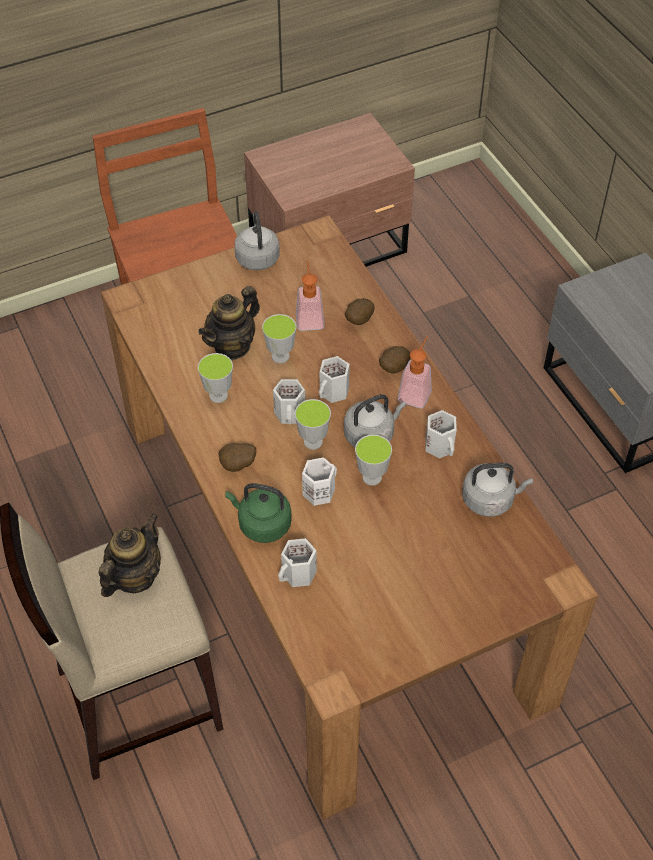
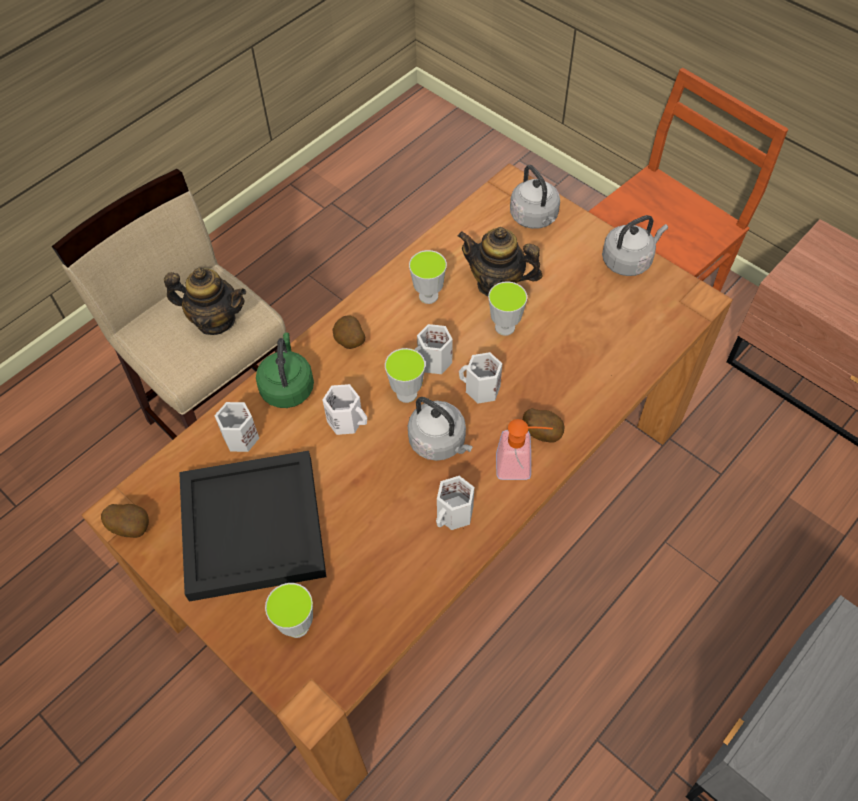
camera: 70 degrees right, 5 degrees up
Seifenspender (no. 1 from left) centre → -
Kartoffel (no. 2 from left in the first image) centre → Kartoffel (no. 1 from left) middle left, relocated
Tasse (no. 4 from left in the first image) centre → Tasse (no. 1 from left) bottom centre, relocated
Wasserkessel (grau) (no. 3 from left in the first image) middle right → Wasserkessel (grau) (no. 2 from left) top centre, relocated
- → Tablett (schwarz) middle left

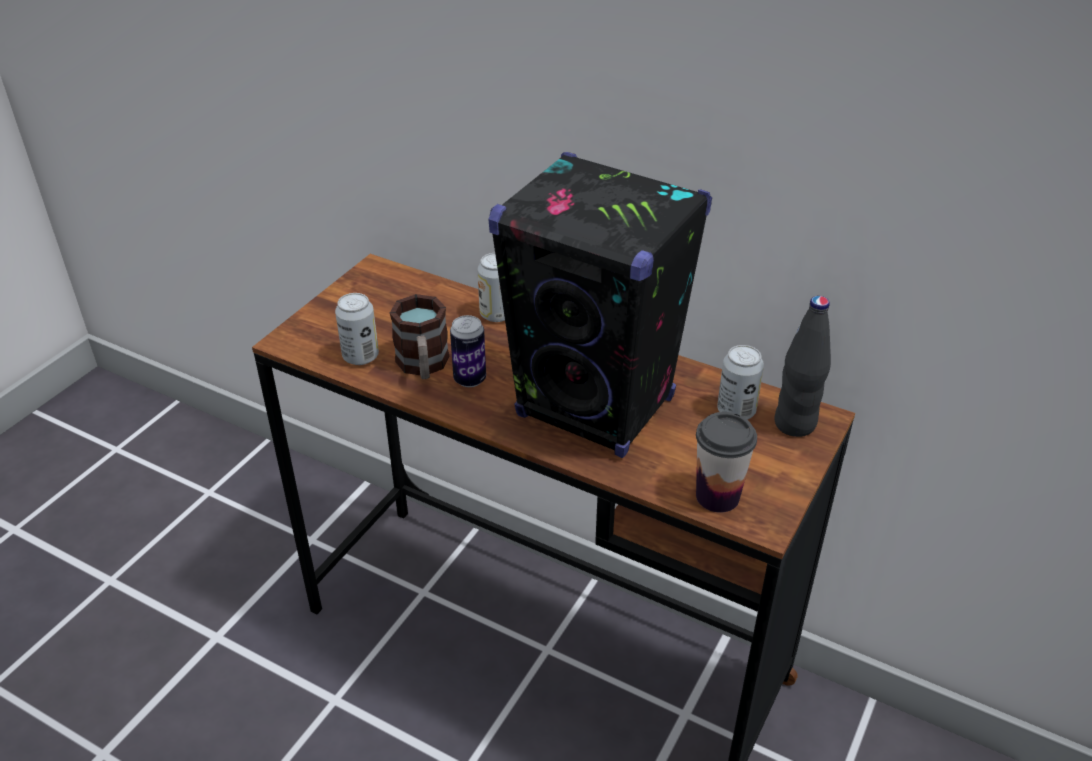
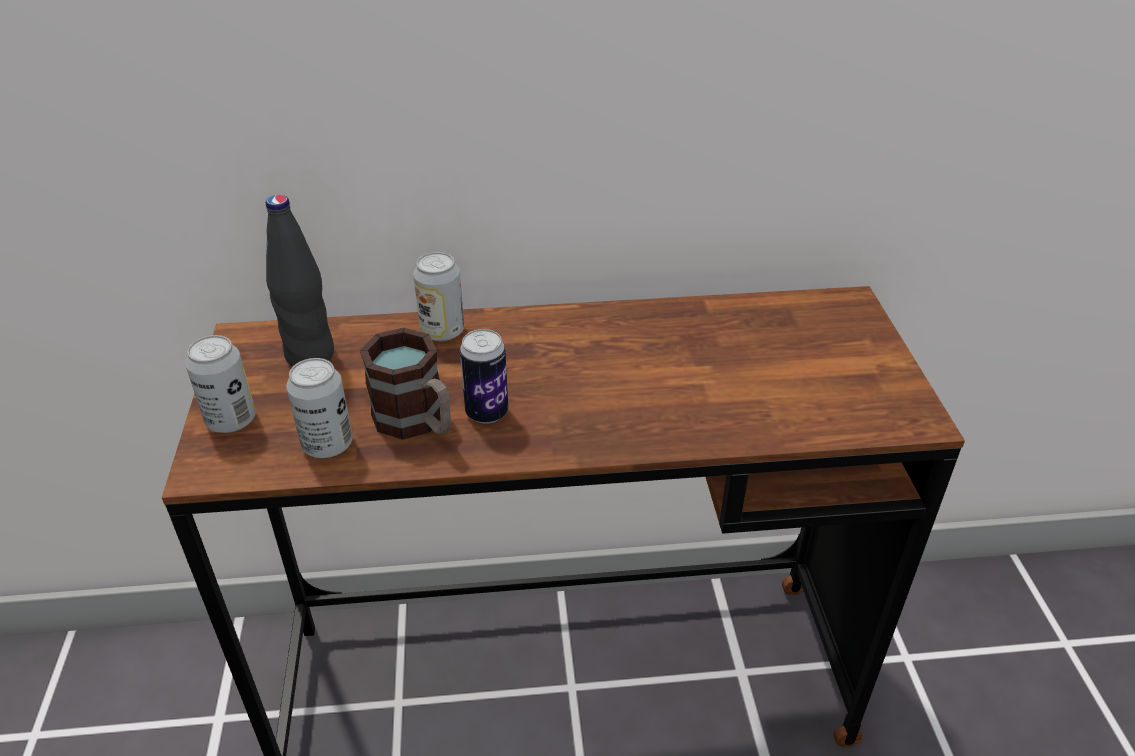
camera: 35 degrees left, 0 degrees up
Lautsprecher (schwarz) centre → -
Flasche (schwarz) middle right → Flasche (schwarz) middle left, relocated
Dose (no. 4 from left in the first image) middle right → Dose (no. 1 from left) middle left, relocated
Tasse centre → -

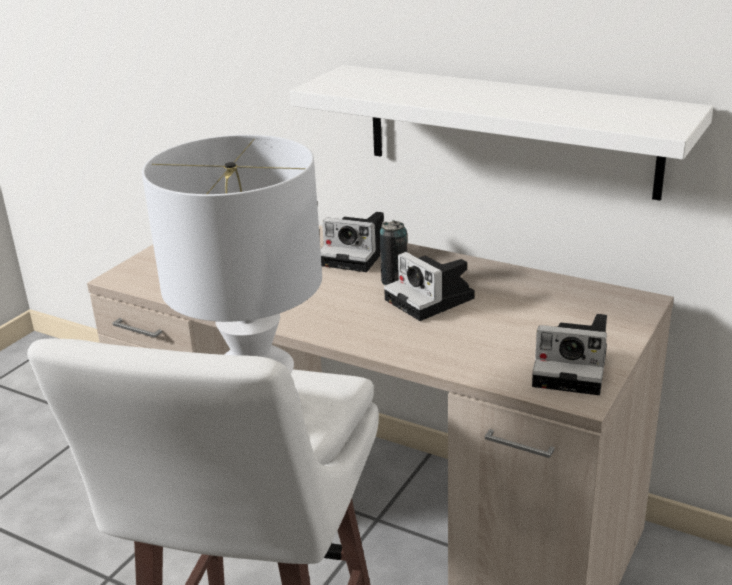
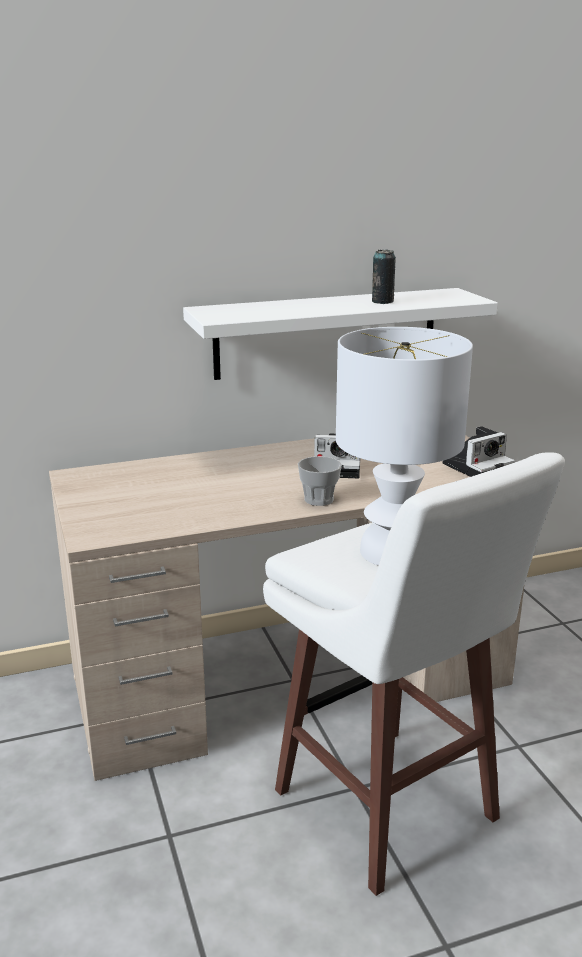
camera: 50 degrees left, 5 degrees down
Kamera (no. 1 from left) centre → -
Dose centre → Dose top centre, relocated
- → Tasse centre

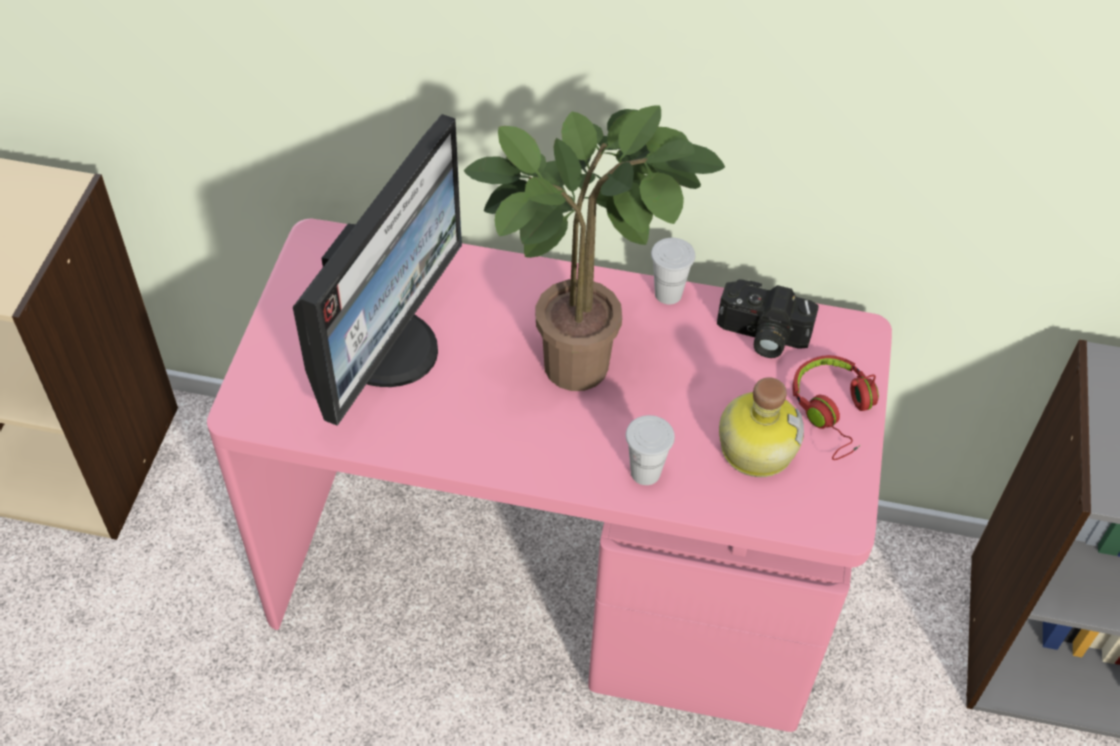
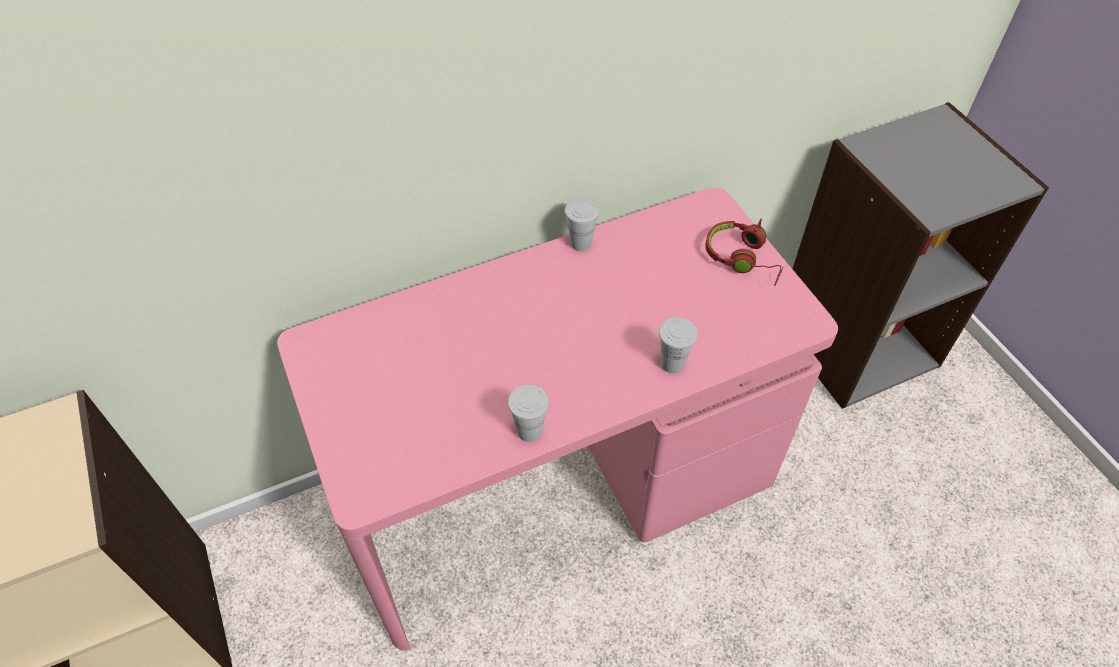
camera: 35 degrees left, 0 degrees up
Topfpflanze top centre → -
Monitor centre → -
Kamera middle right → -
Flasche middle right → -
- → Tasse (weiß) (no. 1 from left) centre

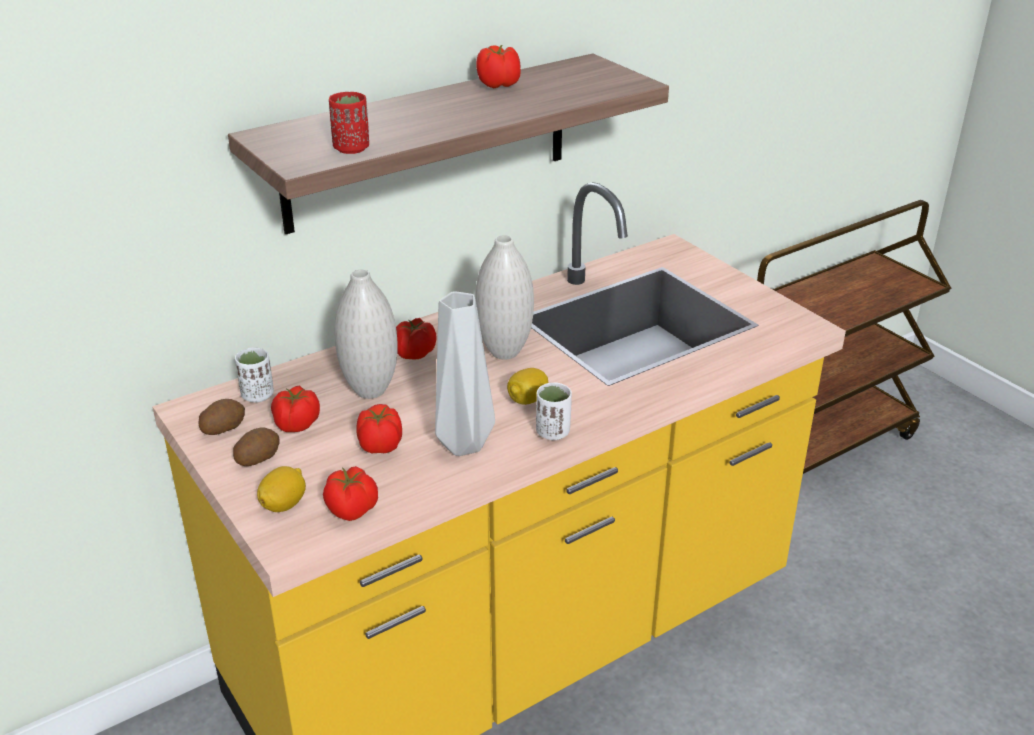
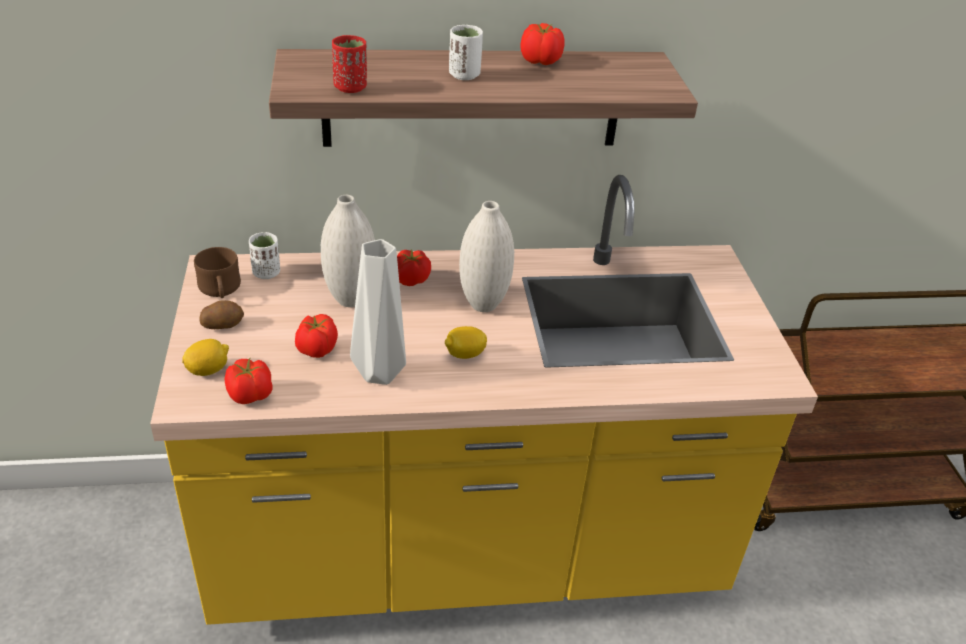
camera: 25 degrees right, 5 degrees up
Tasse (weiß) (no. 2 from left) centre → Tasse (weiß) (no. 2 from left) top centre, relocated
Tomate (no. 1 from left) middle left → -
Kartoffel (no. 1 from left) middle left → Henkelbecher (braun) middle left

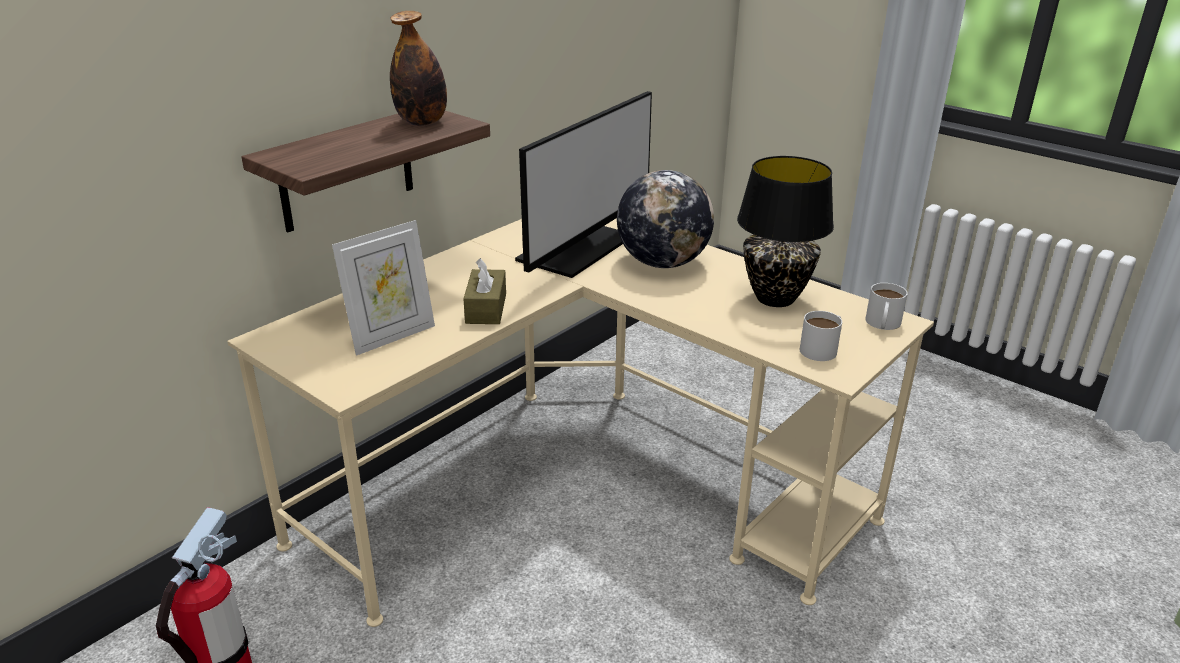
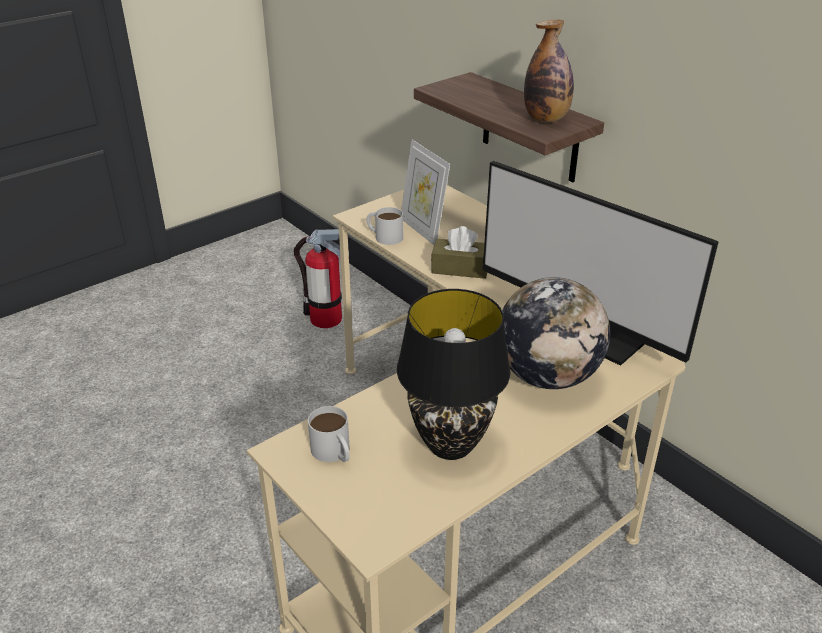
camera: 100 degrees right, 5 degrees up
Henkelbecher (weiß) (no. 2 from left) middle right → Henkelbecher (weiß) (no. 2 from left) centre, relocated

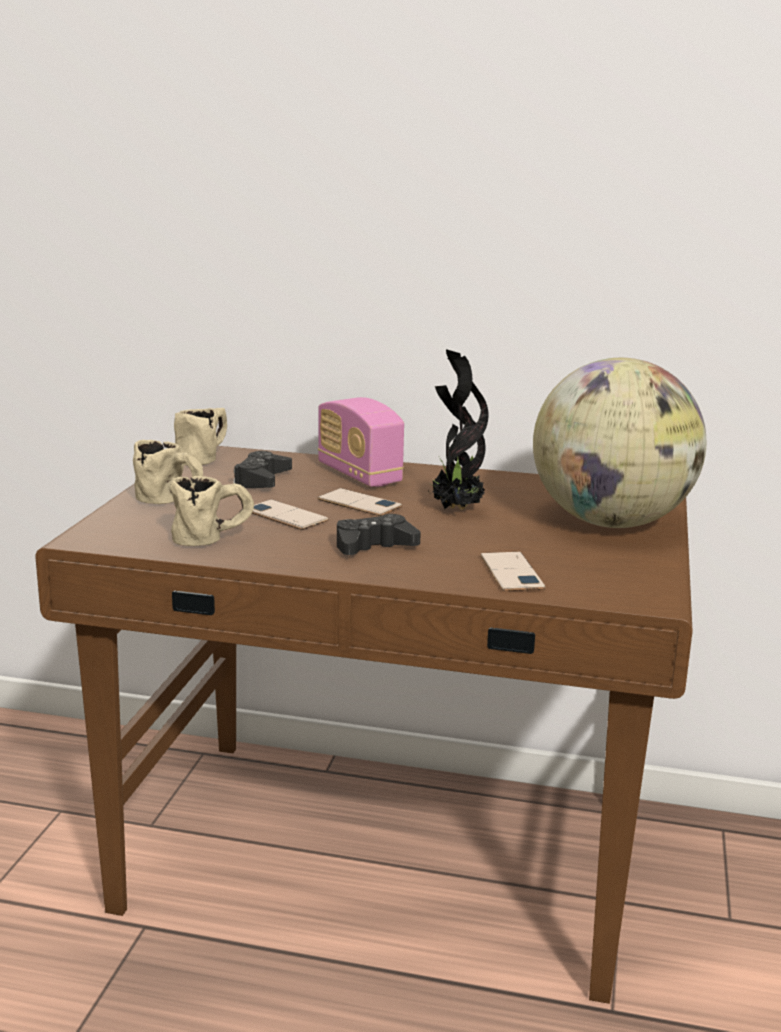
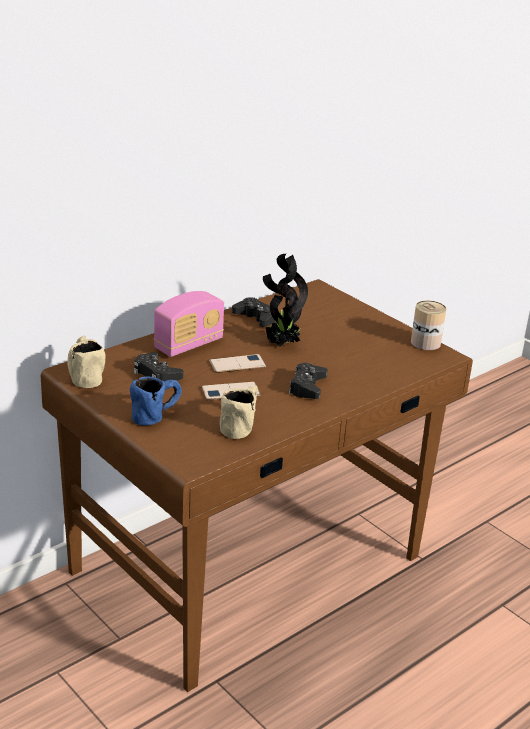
camera: 55 degrees left, 10 degrees up
Globus middle right → -
Radio centre, 45 degrees counterclockwise
Henkelbecher (beige) (no. 1 from left) middle left → Henkelbecher (blau) middle left
Handy (no. 3 from left) centre → -
- → Gamepad (schwarz) (no. 2 from left) centre
- → Dose middle right

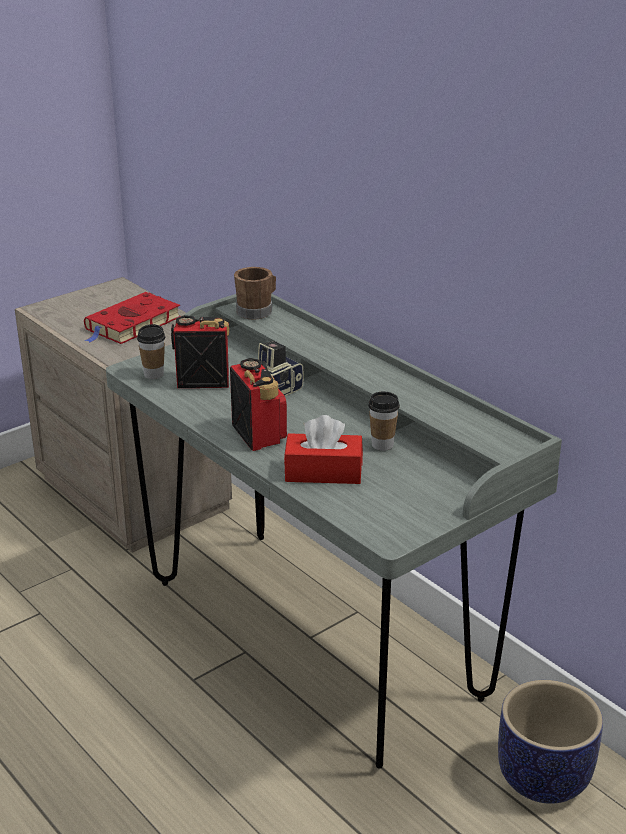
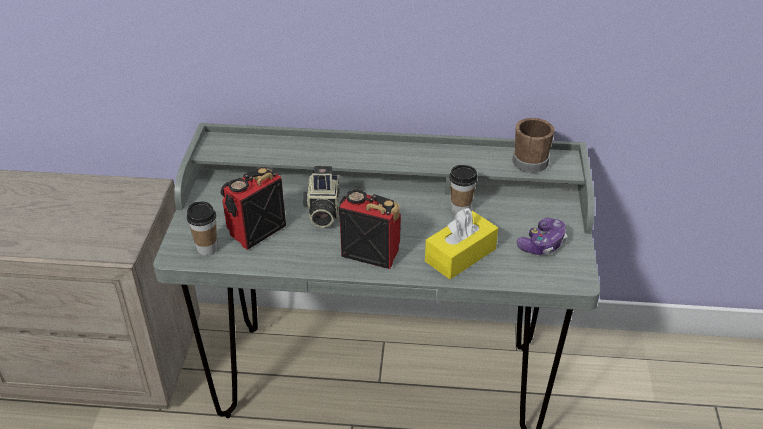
camera: 45 degrees left, 10 degrees up
Henkelbecher (braun) centre → Henkelbecher (braun) middle right, relocated
Buch (rot) middle left → -
Taschentuchbox (rot) centre → Taschentuchbox (gelb) centre
Pflanzkübel bottom right → -
- → Gamepad middle right

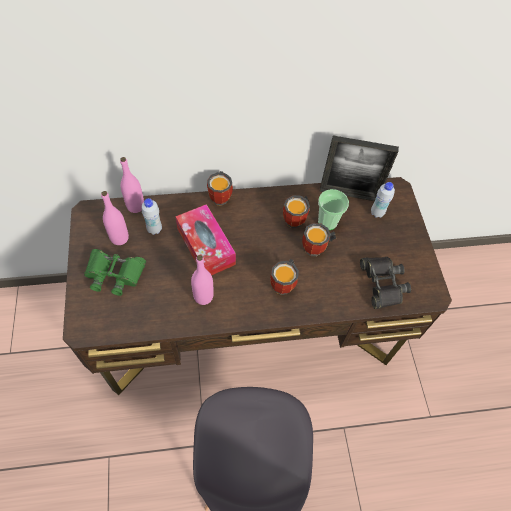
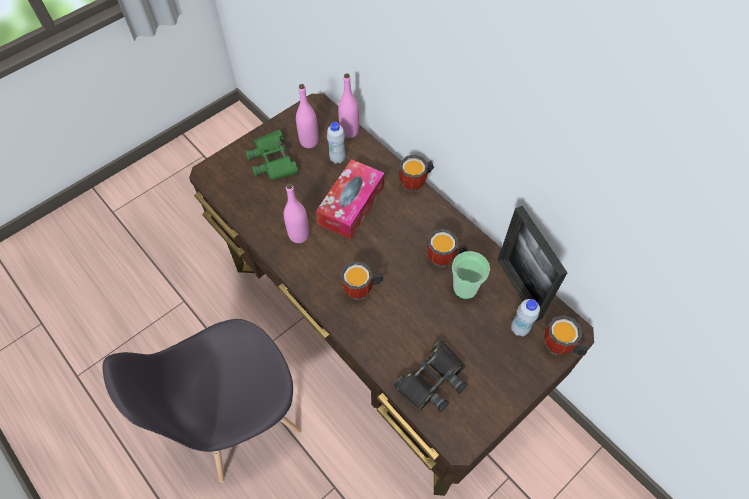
camera: 60 degrees right, 0 degrees up
Henkelbecher (no. 4 from left) centre → Henkelbecher (no. 4 from left) bottom right, relocated

